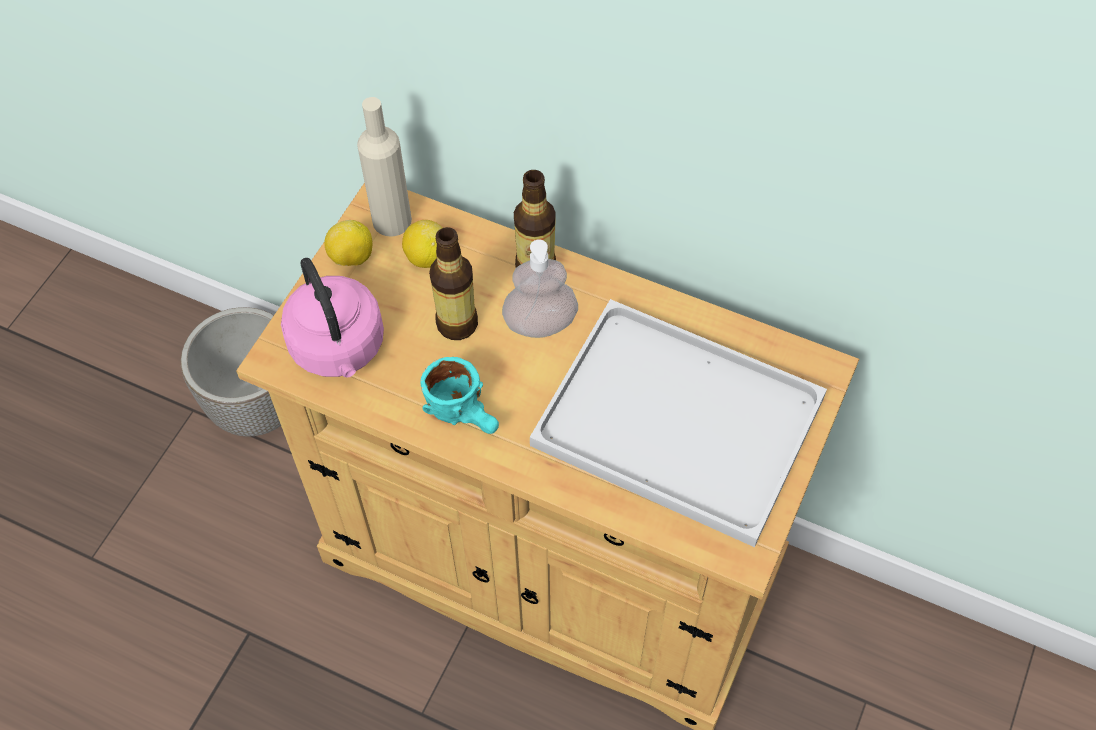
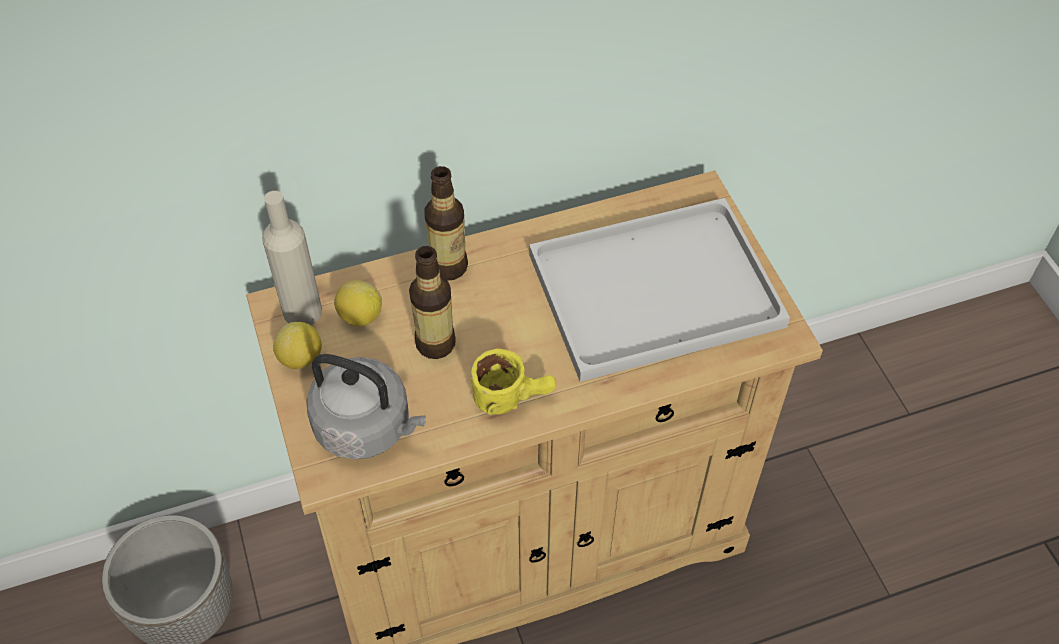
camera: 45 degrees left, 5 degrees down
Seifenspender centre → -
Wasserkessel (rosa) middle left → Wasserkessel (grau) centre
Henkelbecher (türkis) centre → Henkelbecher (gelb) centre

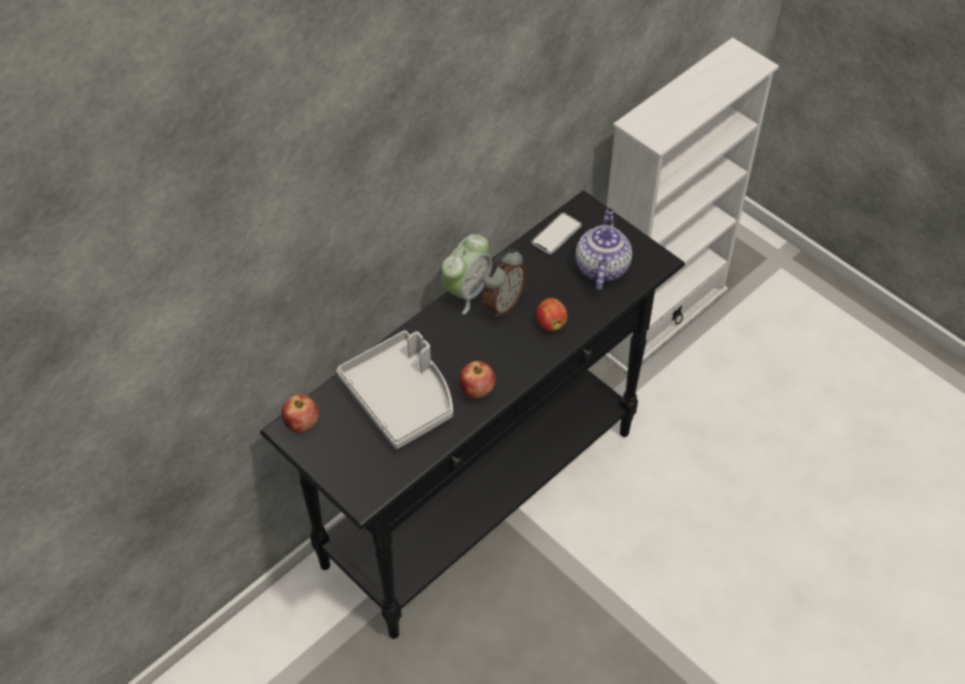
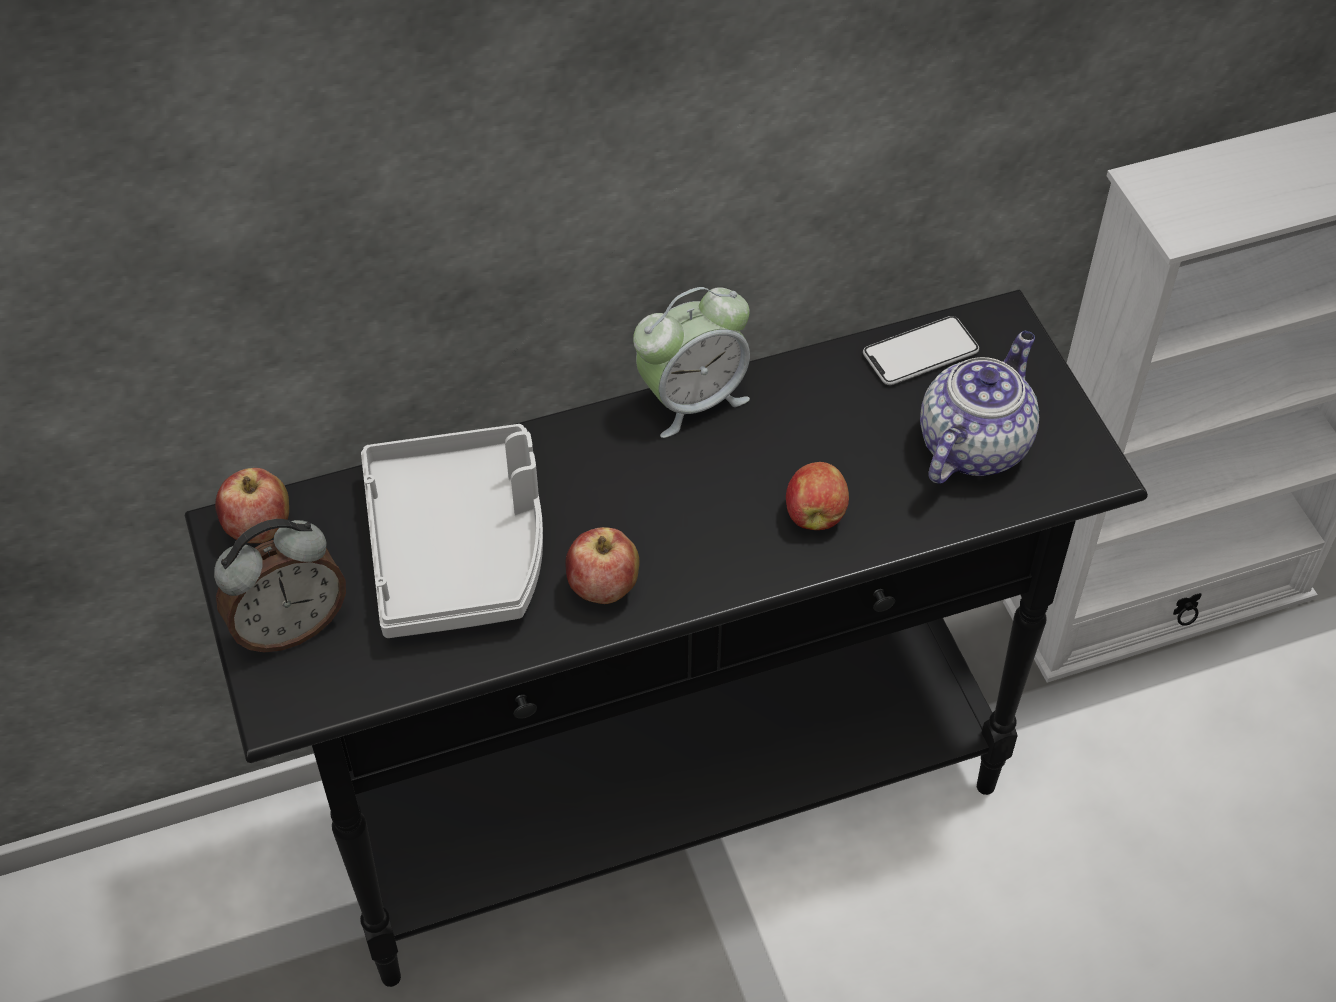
camera: 25 degrees right, 0 degrees up
Wecker (no. 2 from left in the first image) centre → Wecker (no. 1 from left) middle left, relocated

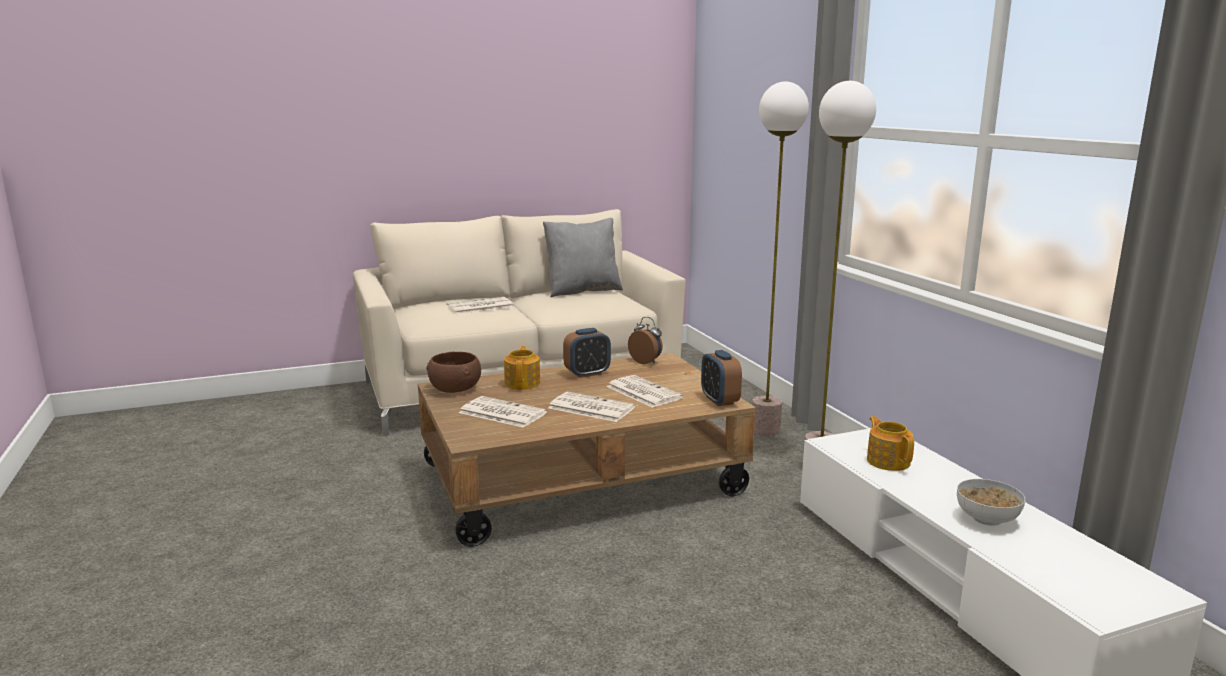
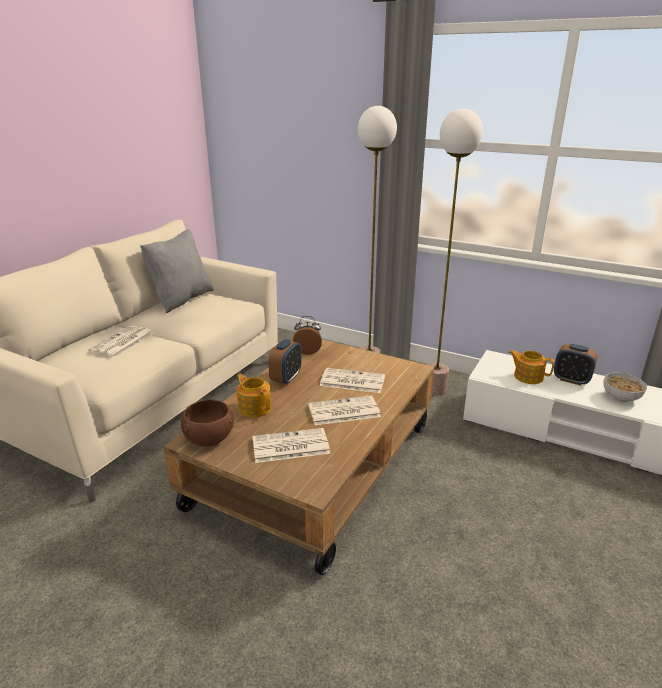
camera: 40 degrees left, 10 degrees up
Wecker (no. 3 from left) centre → Wecker (no. 3 from left) middle right, relocated

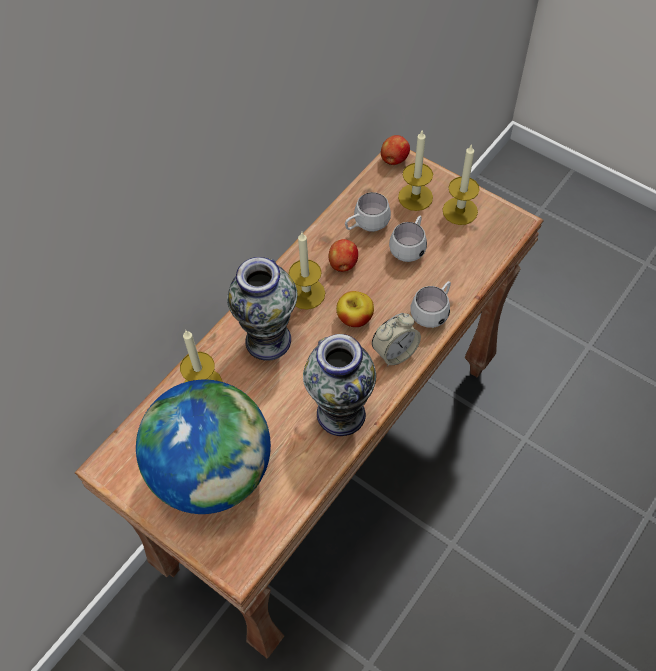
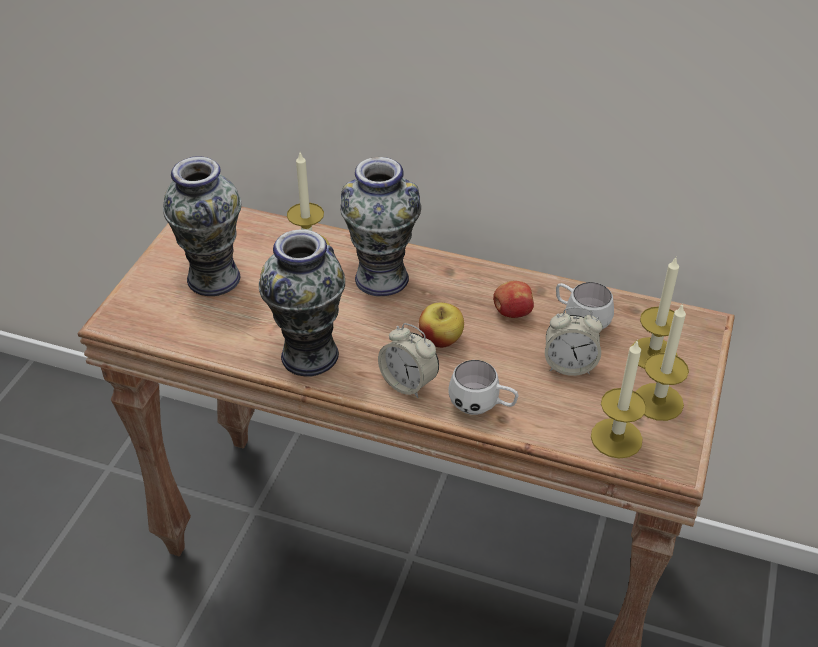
camera: 70 degrees right, 15 degrees down
Apfel (no. 3 from left) top centre → -
Henkelbecher (weiß) (no. 2 from left) centre → Wecker (no. 2 from left) middle right
Kerze (no. 2 from left) centre → Kerze (no. 2 from left) middle right, relocated
Globus middle left → Vase (no. 1 from left) middle left

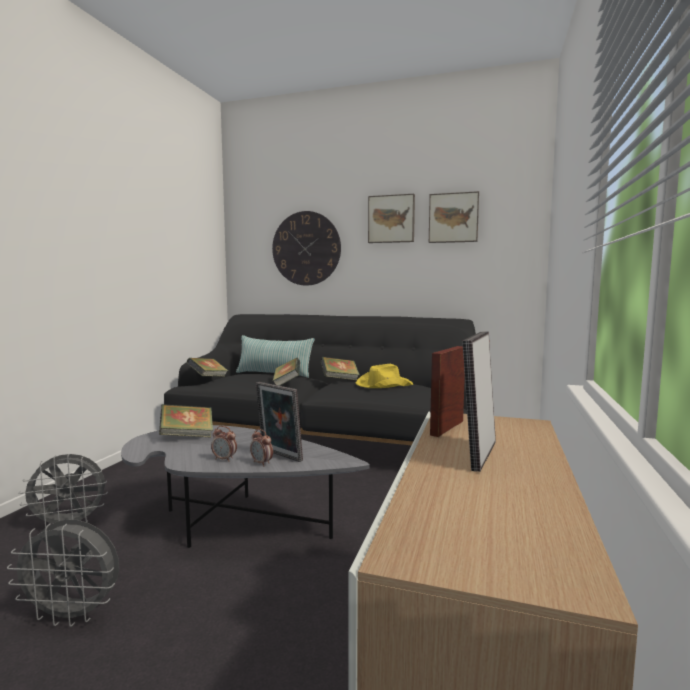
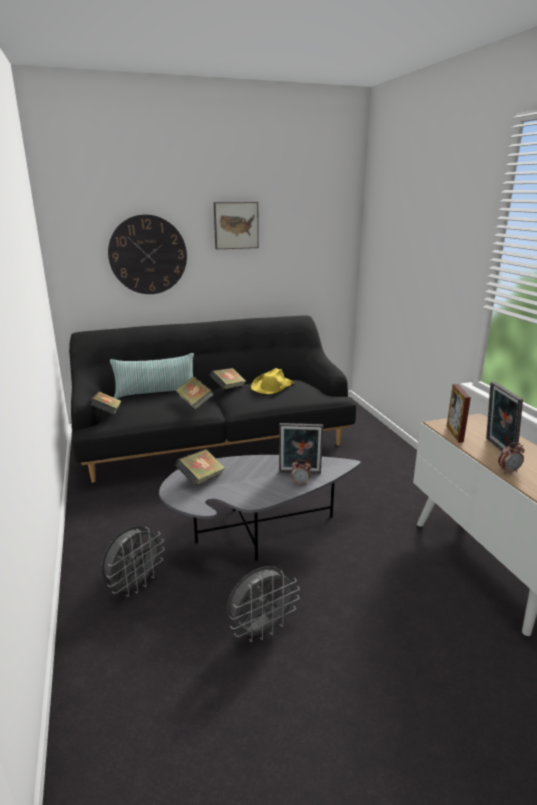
camera: 35 degrees left, 15 degrees up
Bild (no. 2 from left) top centre → -
Wecker (no. 1 from left in the first image) middle left → Wecker (no. 2 from left) middle right, relocated

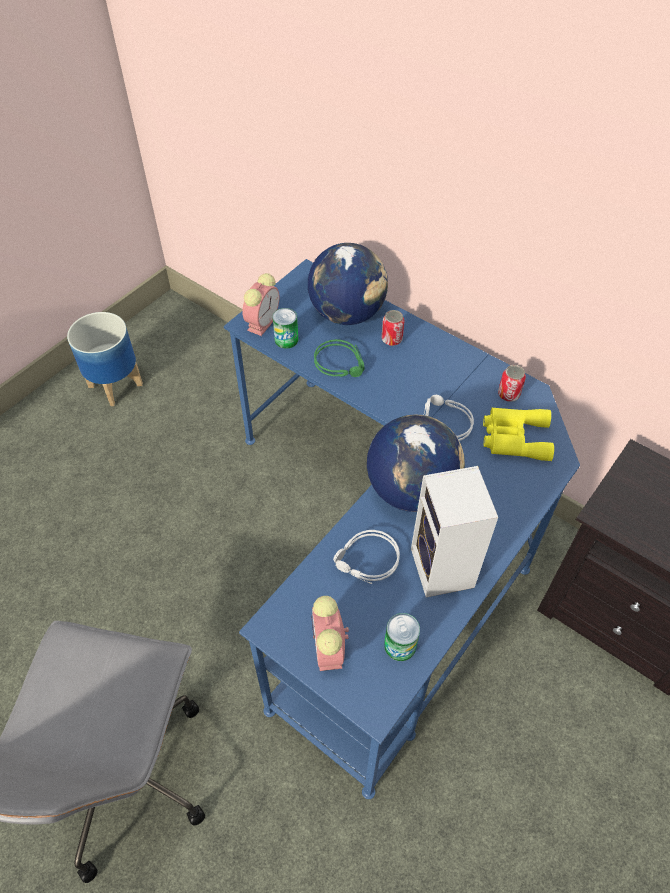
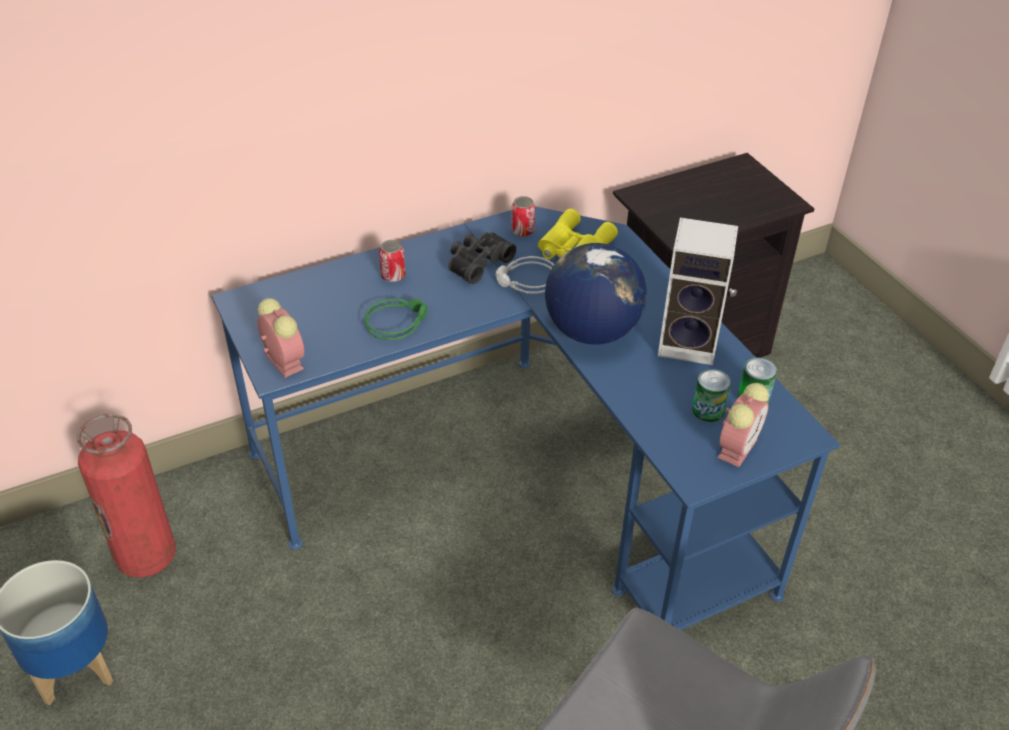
camera: 65 degrees left, 10 degrees down
Globus (no. 1 from left) top centre → -
Dose (no. 1 from left in the first image) centre → Dose (no. 3 from left) middle right, relocated
Kopfhörer (grau) (no. 1 from left) centre → -
Wecker (no. 2 from left) bottom centre → Wecker (no. 2 from left) middle right, 75 degrees counterclockwise
- → Fernglas (schwarz) centre
- → Feuerlöscher bottom left

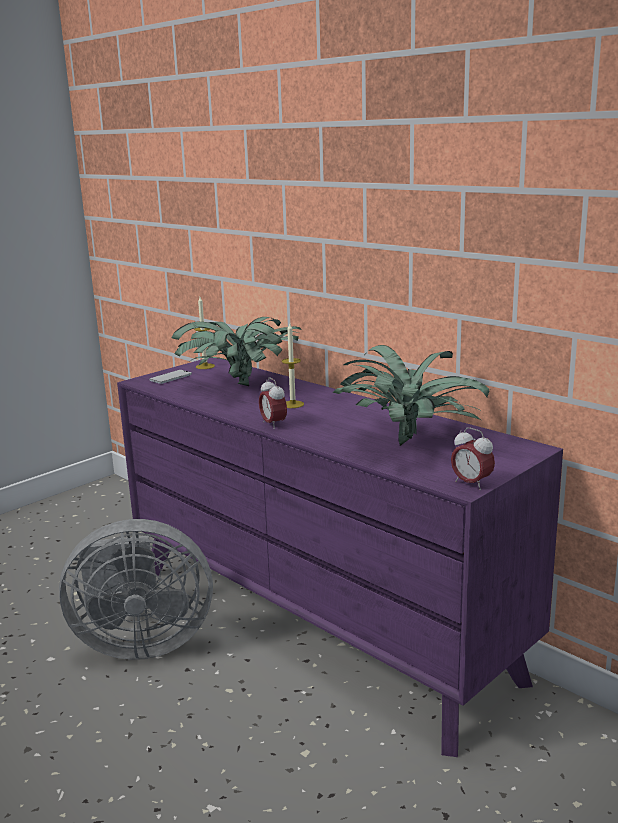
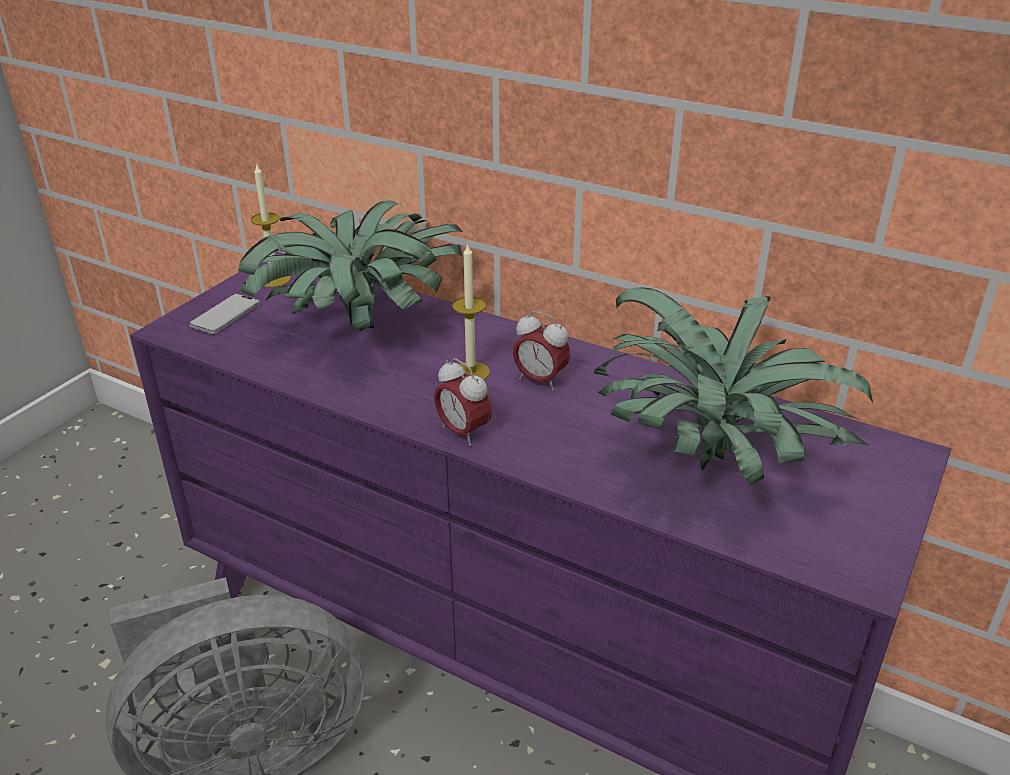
camera: 15 degrees left, 15 degrees up
Wecker (no. 2 from left) middle right → Wecker (no. 2 from left) centre, relocated

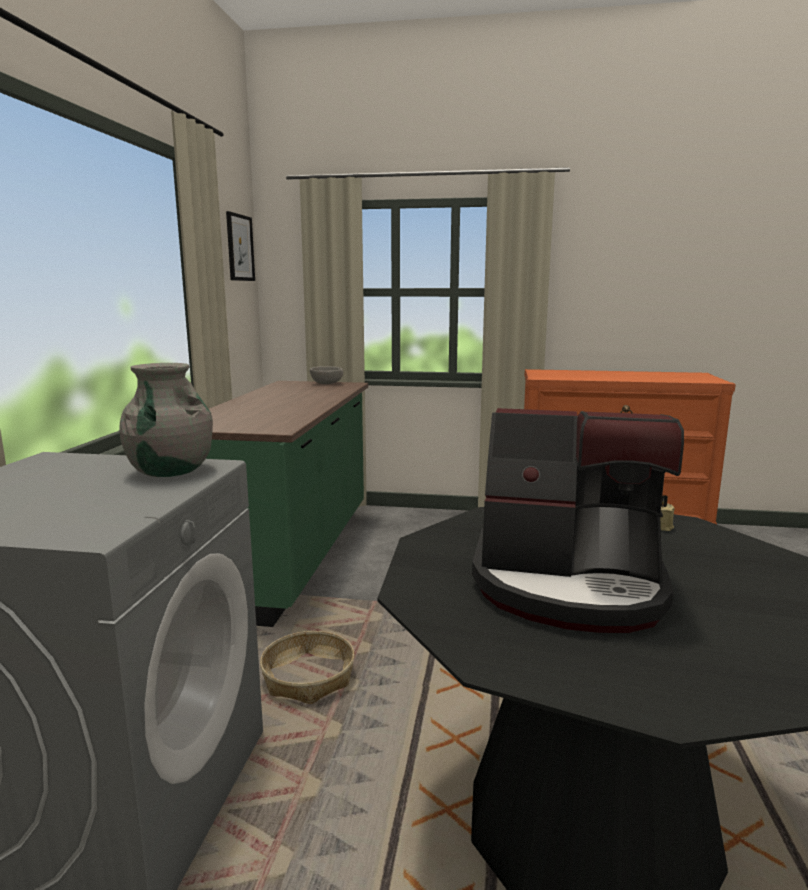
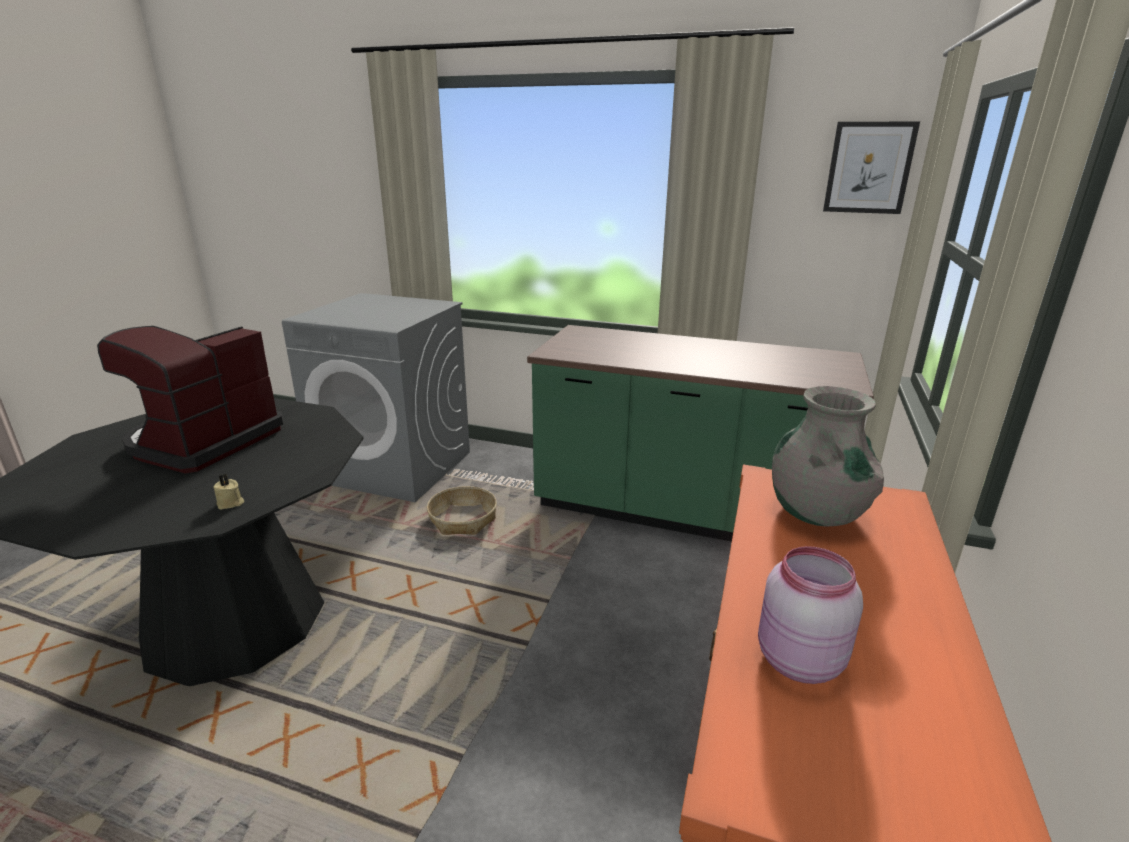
camera: 100 degrees right, 10 degrees up
Vase (grau) middle left → Vase (grau) middle right, relocated
Schüssel (grau) centre → -
- → Vorratsglas (rosa) bottom right

